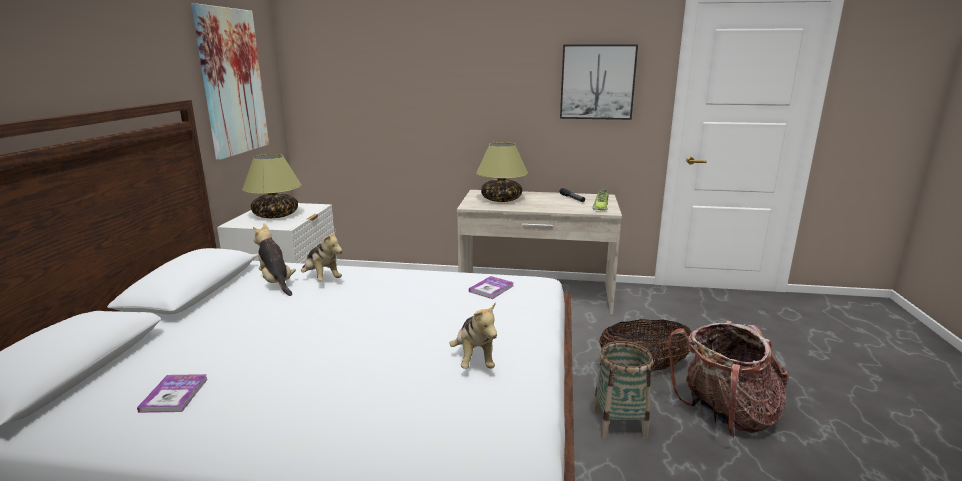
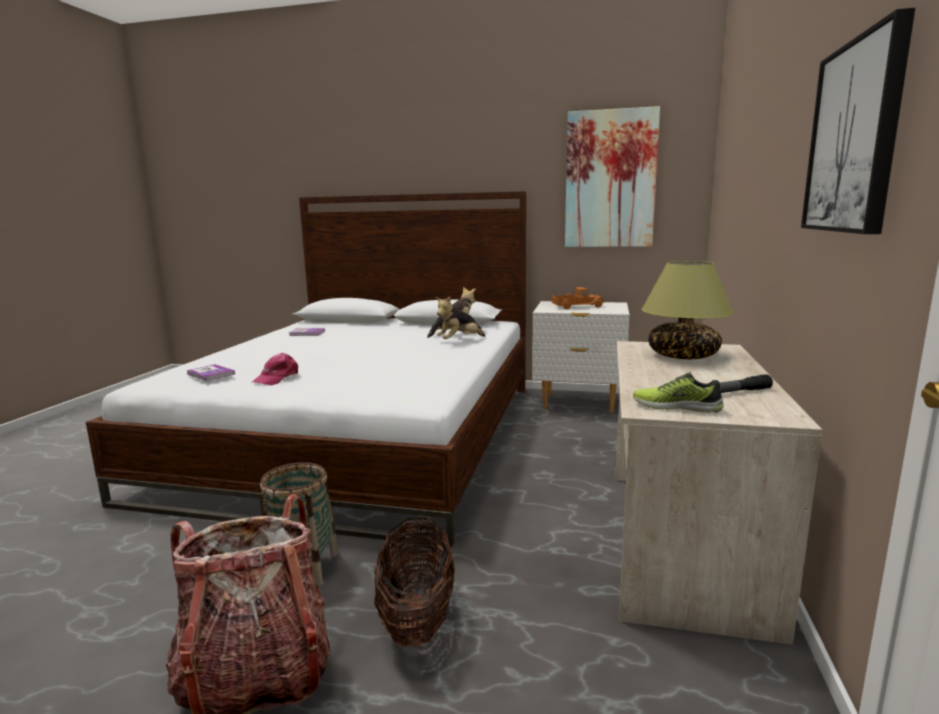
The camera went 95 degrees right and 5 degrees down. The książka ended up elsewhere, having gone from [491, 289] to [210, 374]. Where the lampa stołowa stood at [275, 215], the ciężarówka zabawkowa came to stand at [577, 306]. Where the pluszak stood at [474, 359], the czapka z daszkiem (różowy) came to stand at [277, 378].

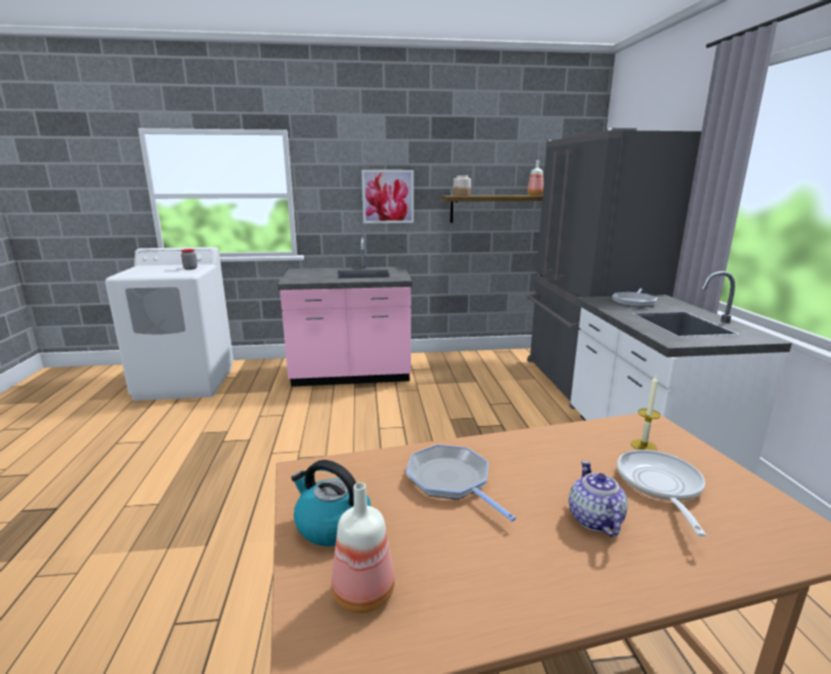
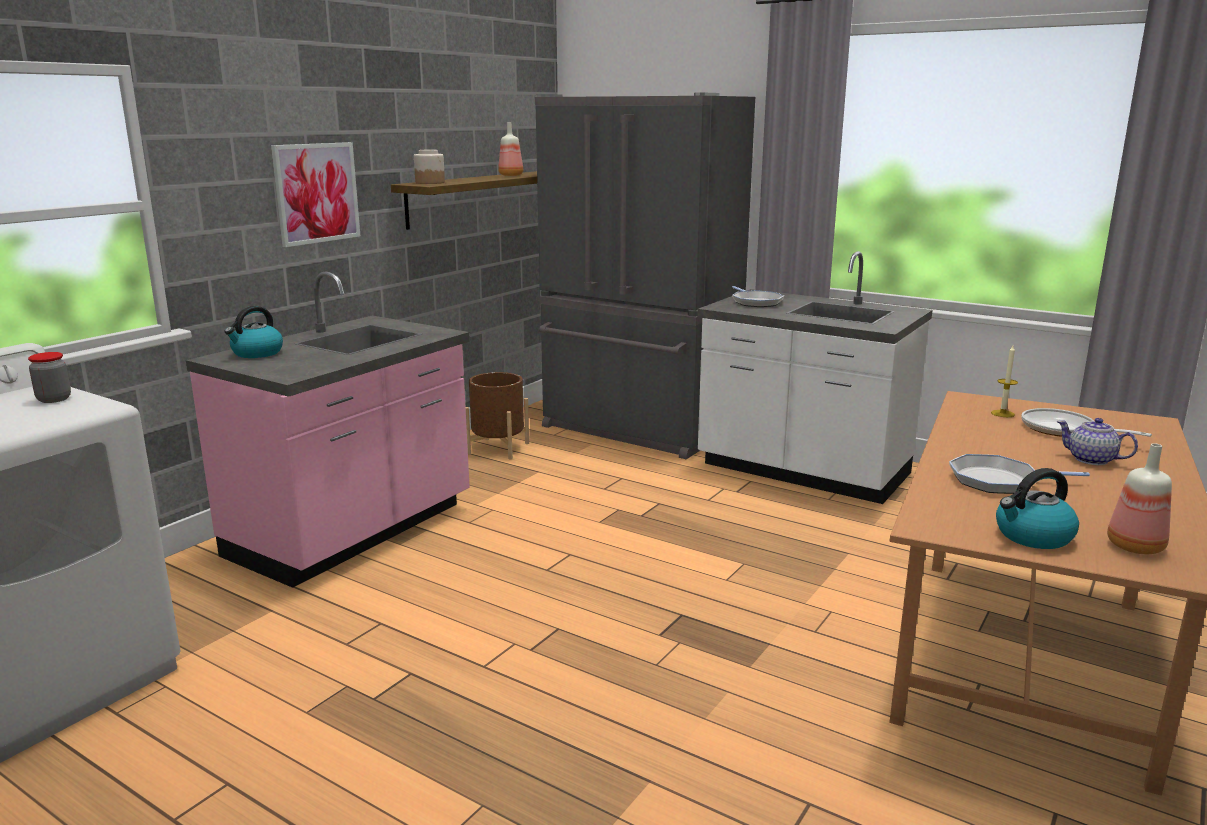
The camera went 50 degrees left and 0 degrees up. The second view gained the czajnik at [257, 353]. The second view gained the donica (brązowy) at [498, 448].

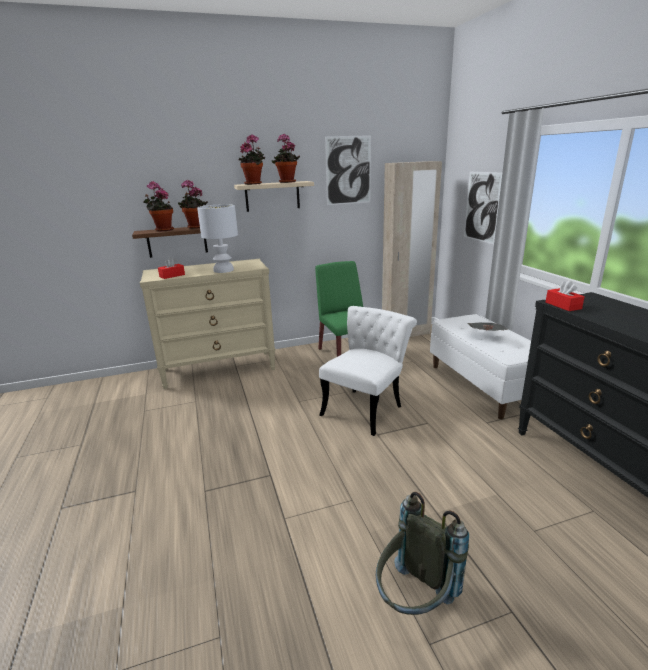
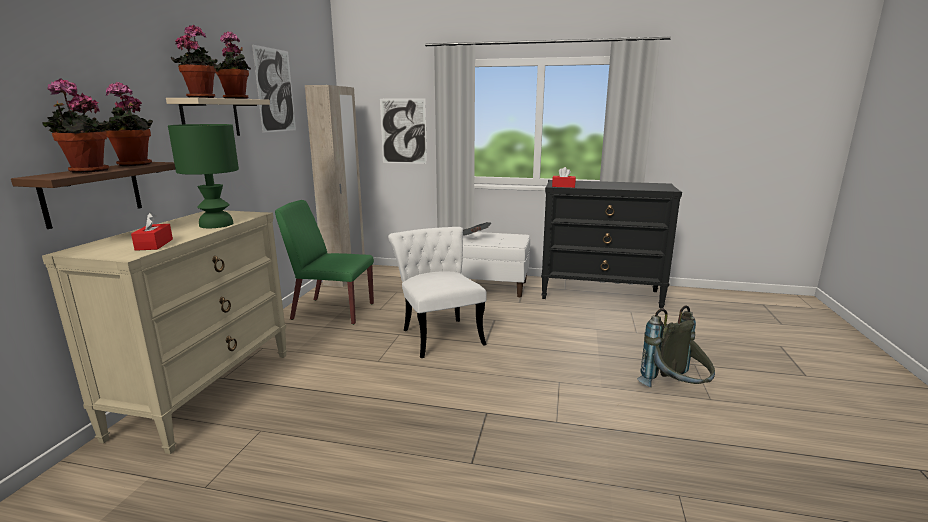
The camera went 60 degrees left and 5 degrees down. What was the lampa stołowa (biały) at [224, 270] turned into the lampa stołowa (zielony) at [216, 224].

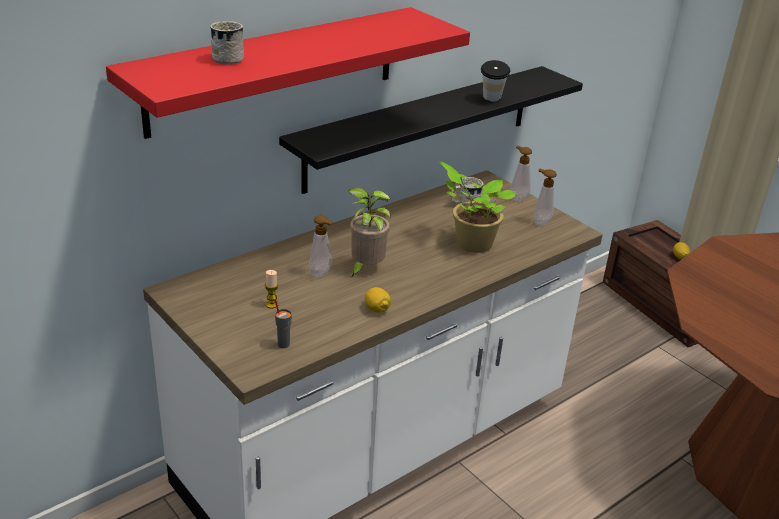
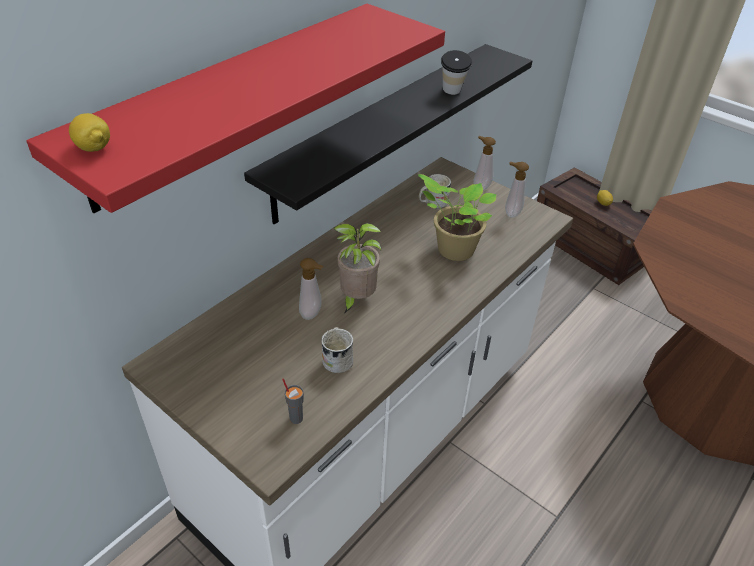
The camera went 10 degrees left and 10 degrees up. The second view lost the świeca at [272, 304]. The kubek (biały) ended up elsewhere, having gone from [230, 58] to [338, 358]. The cytryna ended up elsewhere, having gone from [377, 309] to [94, 148].

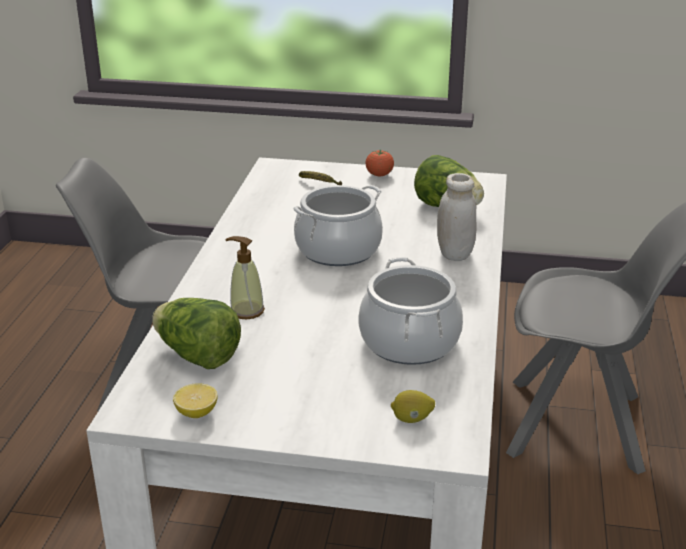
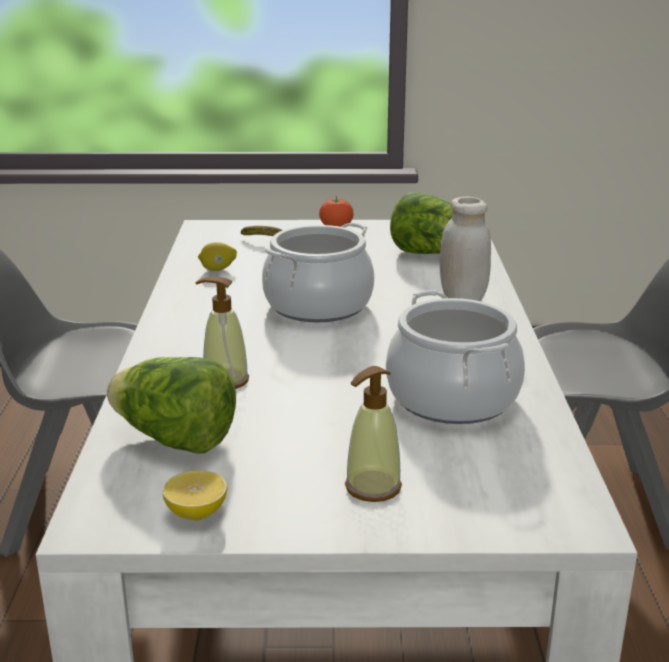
The camera went 10 degrees left and 5 degrees down. The second view gained the dozownik mydła at [372, 487]. The cytryna ended up elsewhere, having gone from [412, 419] to [218, 269].

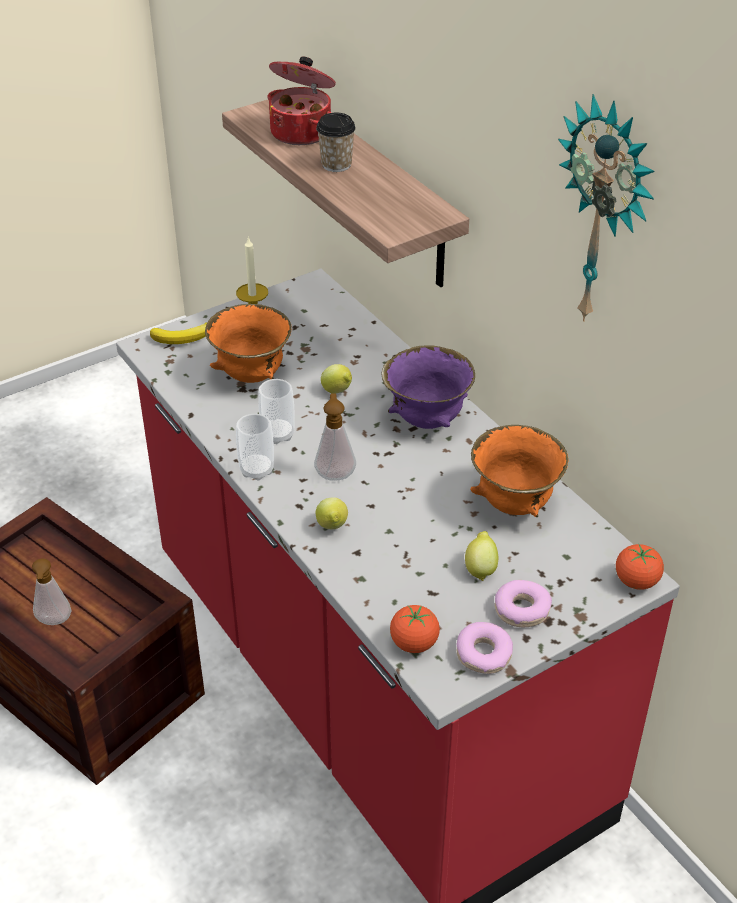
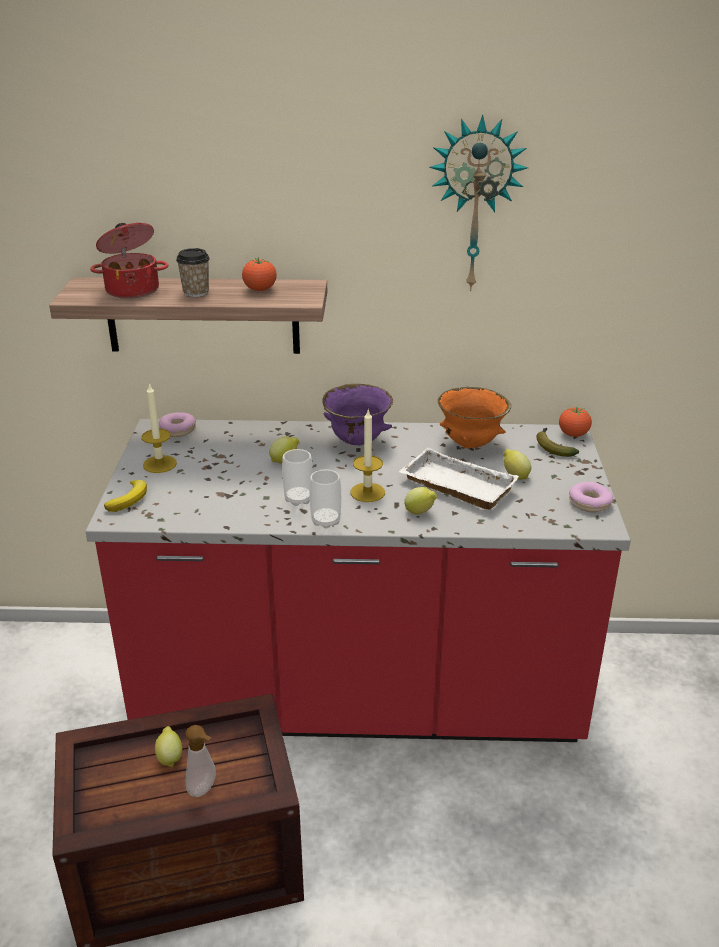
The camera went 55 degrees left and 10 degrees down. The second view lost the miska (pomarańczowy) at [251, 376]. The second view gained the cytryna at [170, 757]. The second view gained the taca (biały) at [454, 487]. The second view gained the banan at [553, 447]. The pomidor ended up elsewhere, having gone from [414, 643] to [260, 290]. The donut ended up elsewhere, having gone from [522, 610] to [178, 430]. Where the dozownik mydła stood at [335, 473], the świeca came to stand at [367, 492].

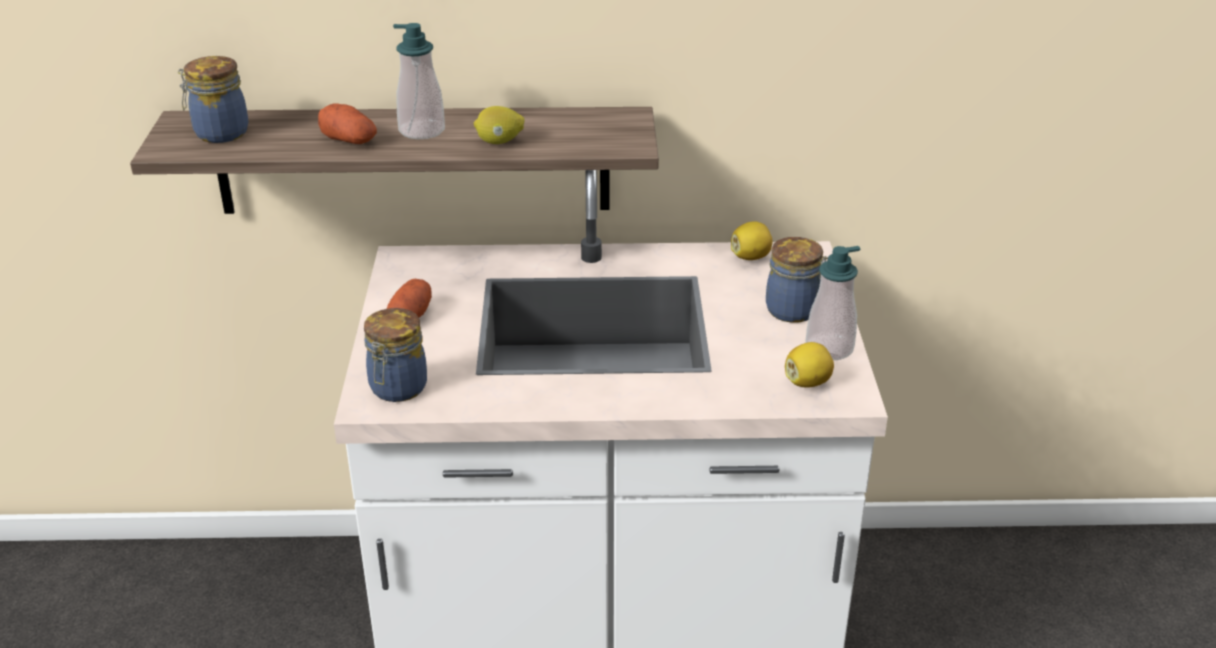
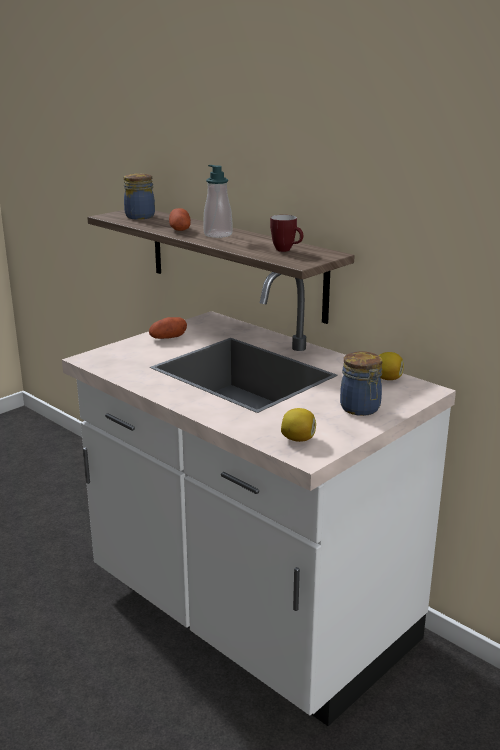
The camera went 45 degrees right and 10 degrees down. The second view lost the słoik at [397, 389]. The second view lost the cytryna at [499, 142]. The second view lost the dozownik mydła at [829, 348]. The second view gained the kubek at [287, 250].

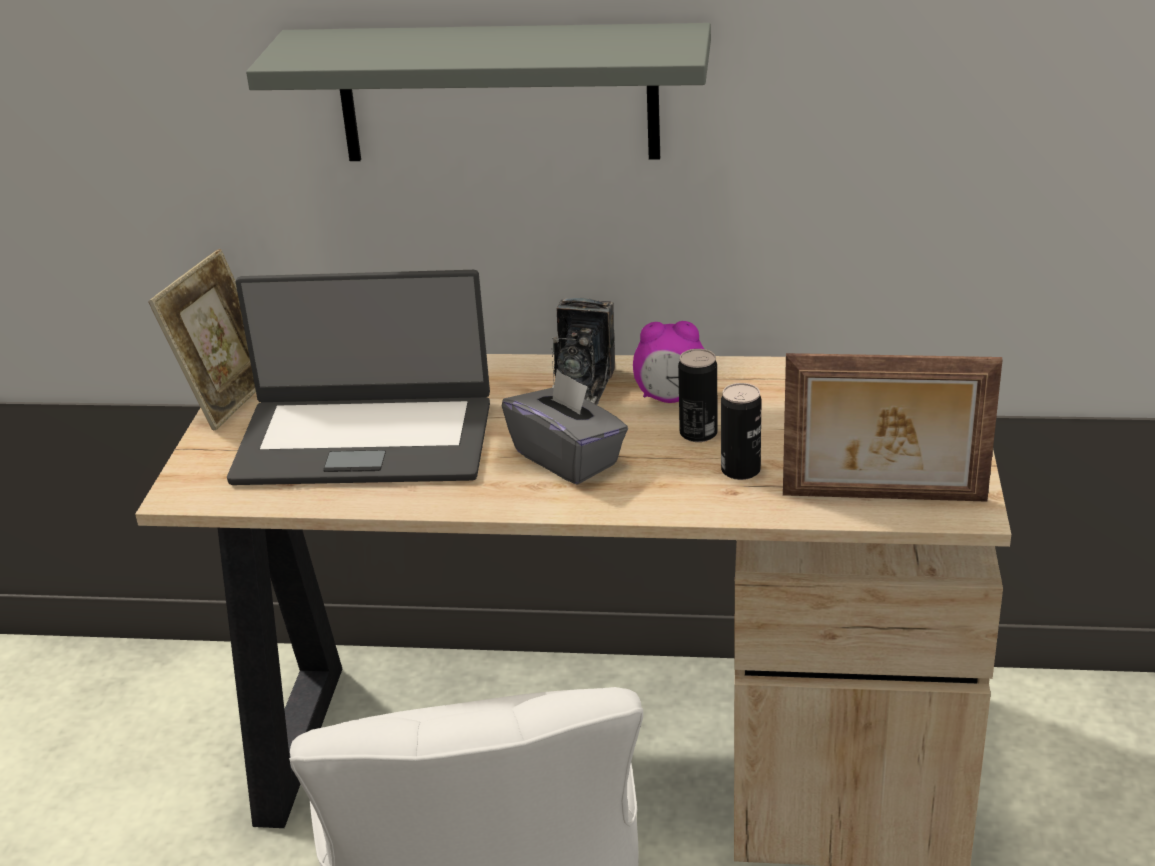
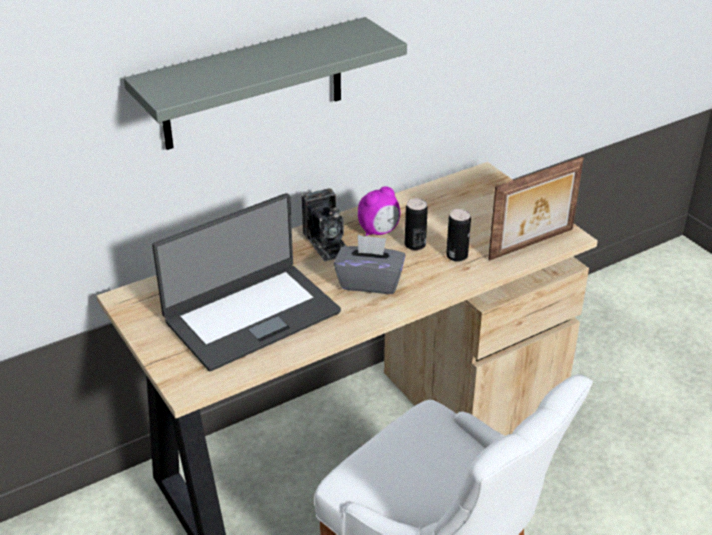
The camera went 40 degrees left and 5 degrees up. The second view lost the ramka na zdjęcie at [228, 397].

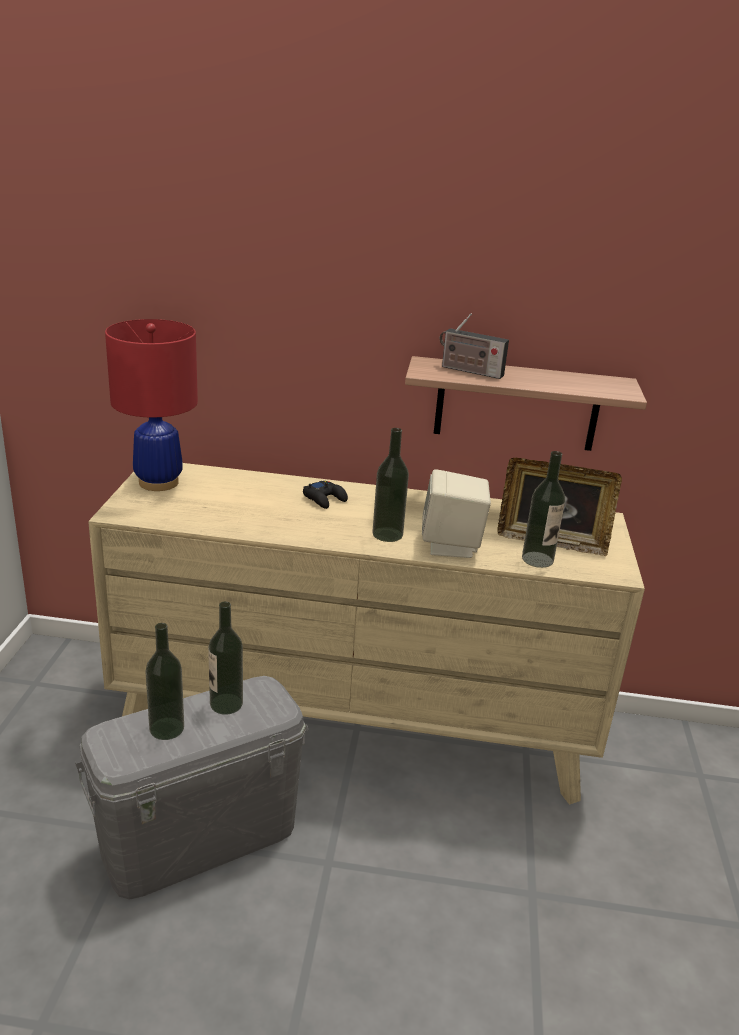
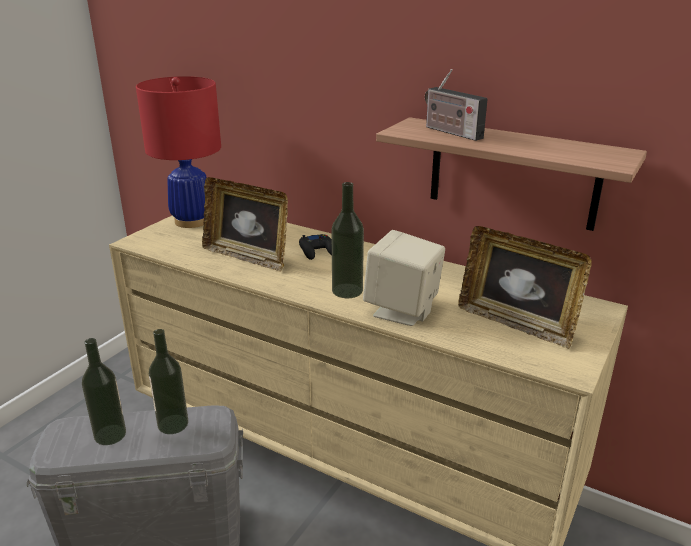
The camera went 25 degrees right and 0 degrees up. The second view lost the butelka at [537, 559]. The second view gained the ramka na zdjęcie at [247, 257].

